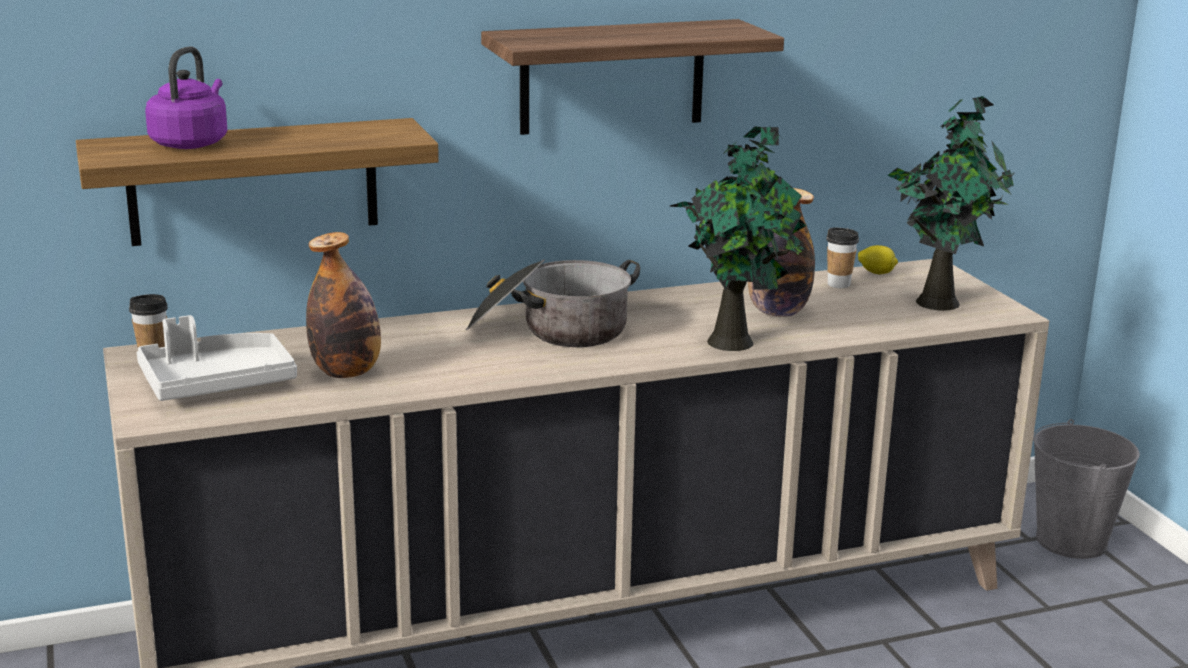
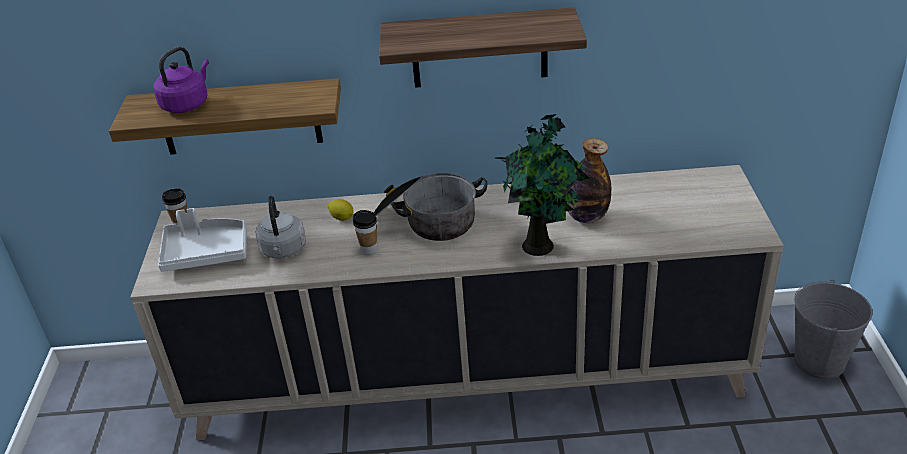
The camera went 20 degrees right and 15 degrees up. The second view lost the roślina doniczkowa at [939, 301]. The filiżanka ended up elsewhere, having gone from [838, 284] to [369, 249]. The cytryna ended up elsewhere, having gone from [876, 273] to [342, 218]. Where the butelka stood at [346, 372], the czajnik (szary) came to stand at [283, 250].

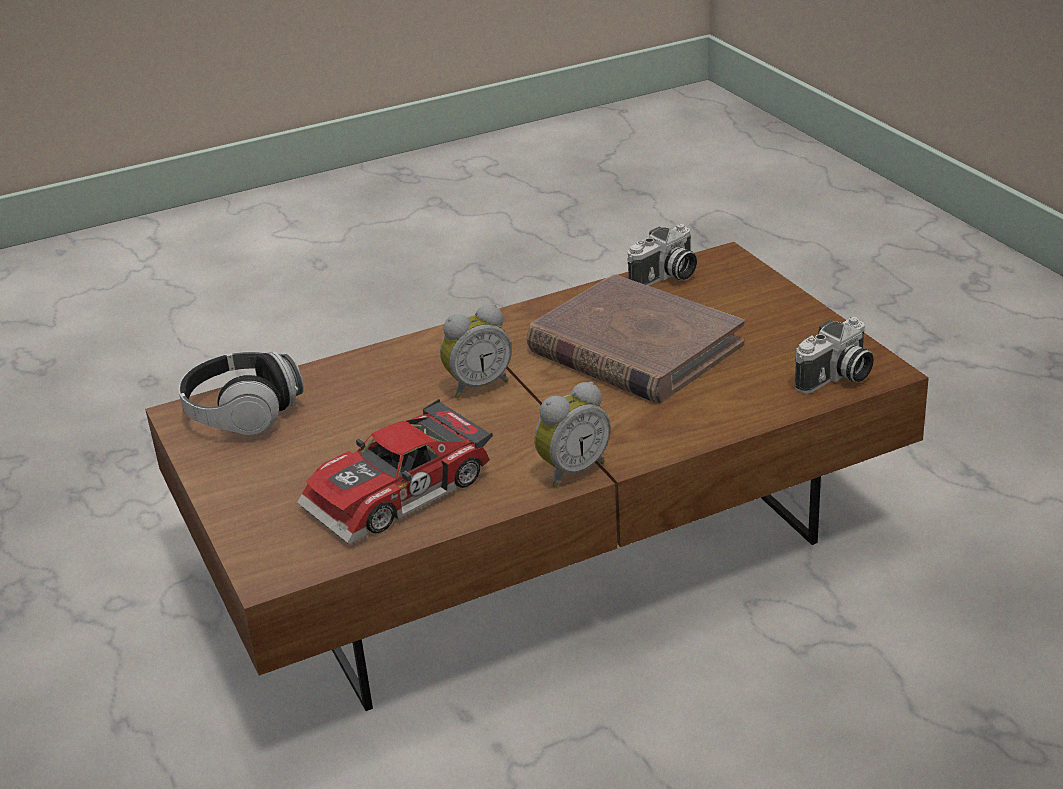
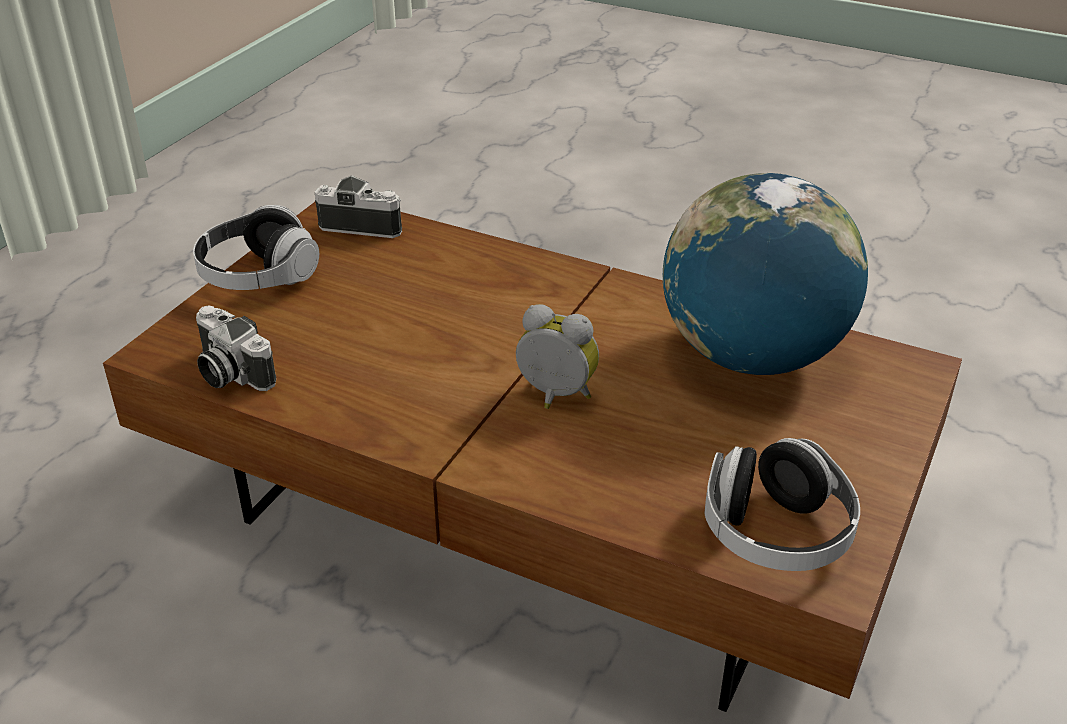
The camera went 130 degrees left and 5 degrees up. The second view lost the książka (brązowy) at [633, 348]. The second view lost the budzik at [571, 470]. The second view gained the słuchawki at [259, 276]. Where the samochodzik stood at [401, 493], the globus came to stand at [752, 356]. The aparat fotograficzny at [665, 278] ended up facing another way, 150 degrees counterclockwise from before.

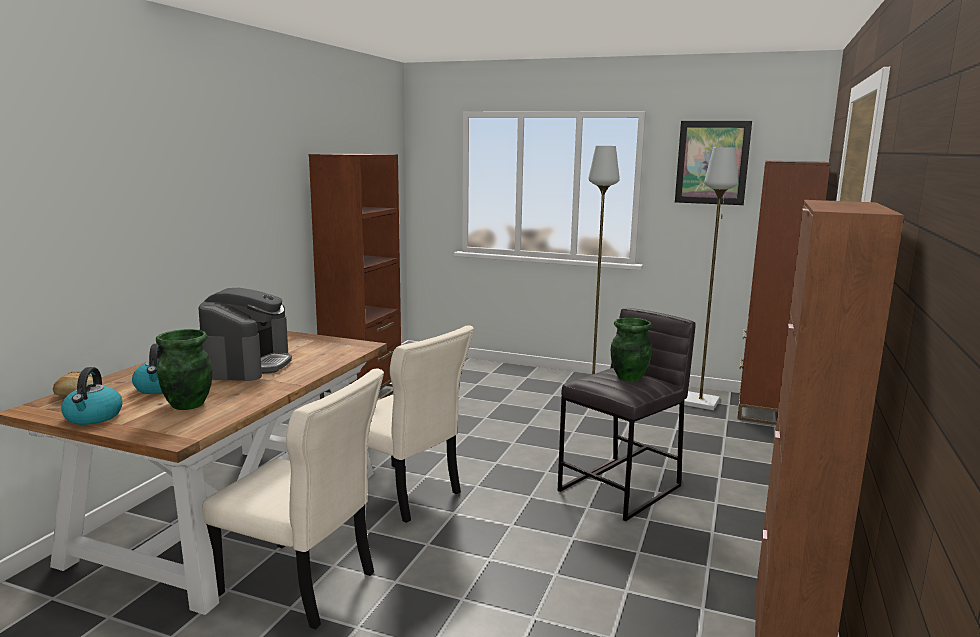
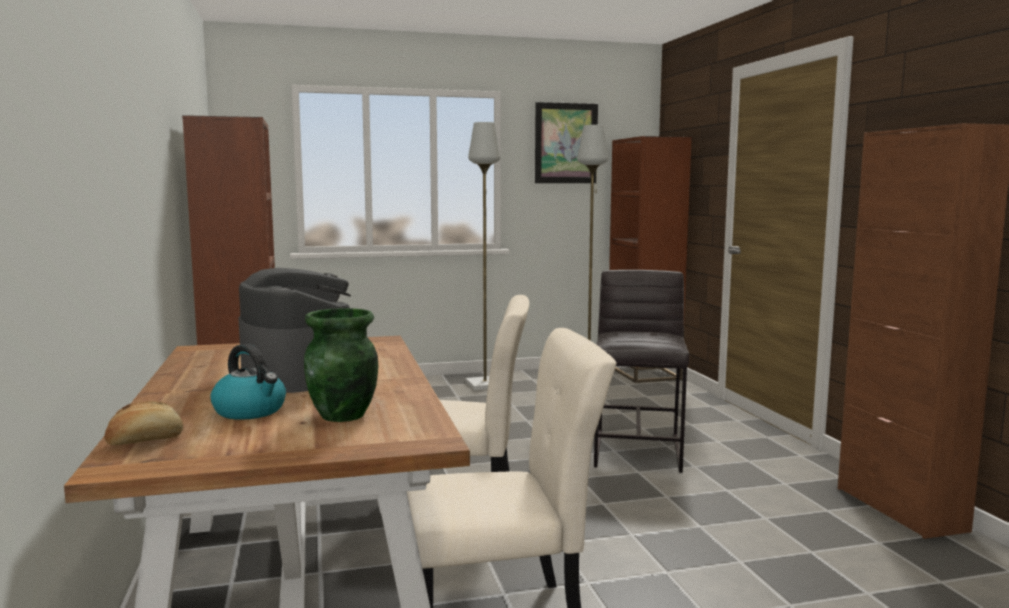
The camera went 35 degrees left and 5 degrees down. The second view lost the czajnik at [93, 417]. The second view lost the wazon (zielony) at [628, 377].

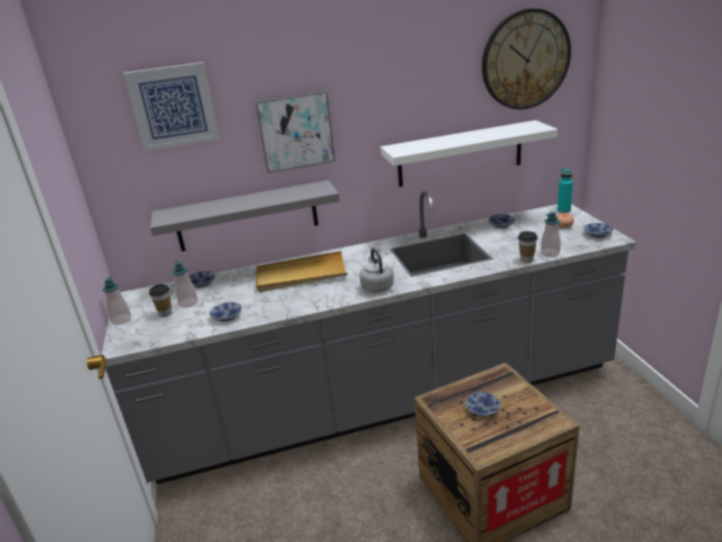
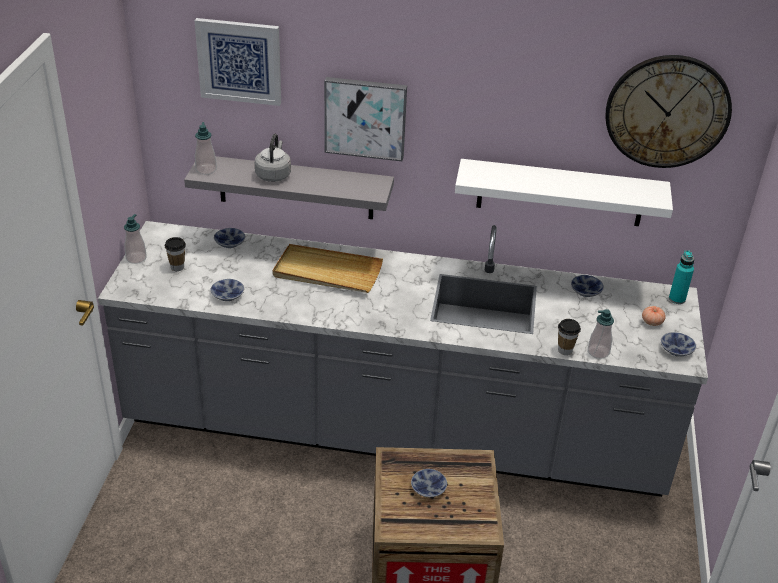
The camera went 20 degrees right and 10 degrees up. The dozownik mydła ended up elsewhere, having gone from [188, 303] to [206, 169]. The czajnik (szary) ended up elsewhere, having gone from [376, 286] to [273, 174].

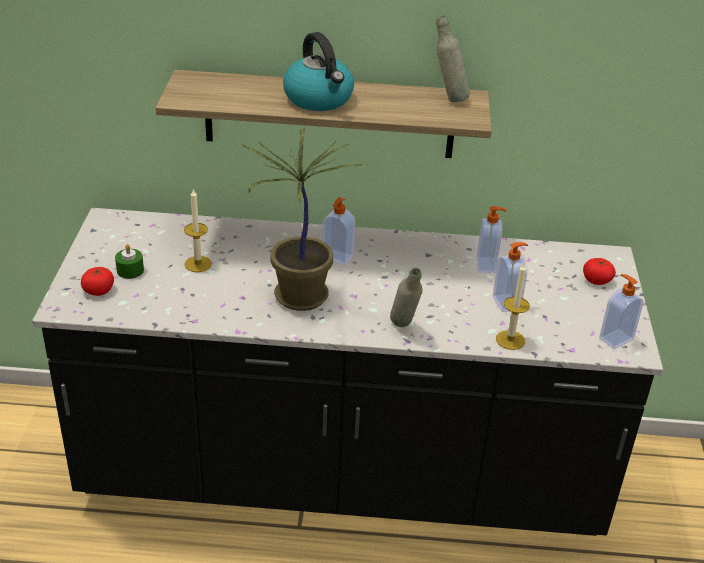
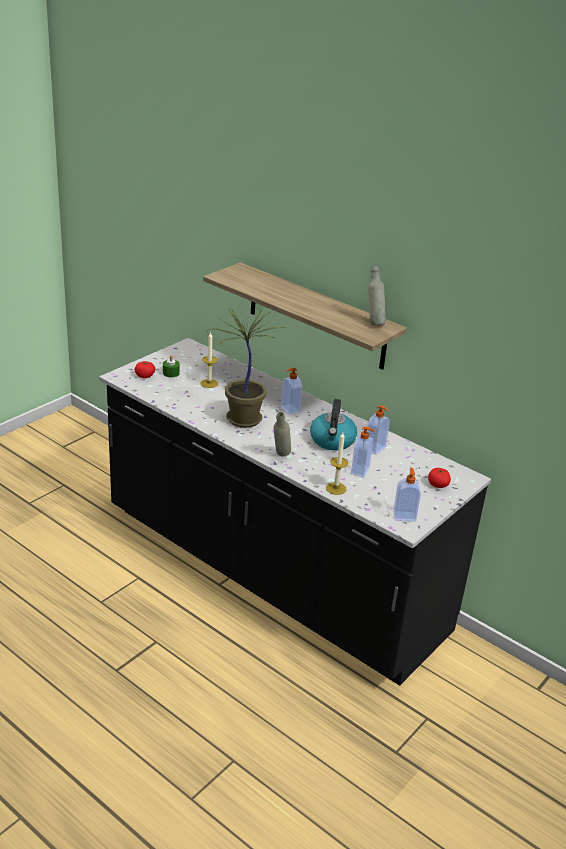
The camera went 35 degrees right and 5 degrees down. The czajnik ended up elsewhere, having gone from [319, 99] to [332, 441].

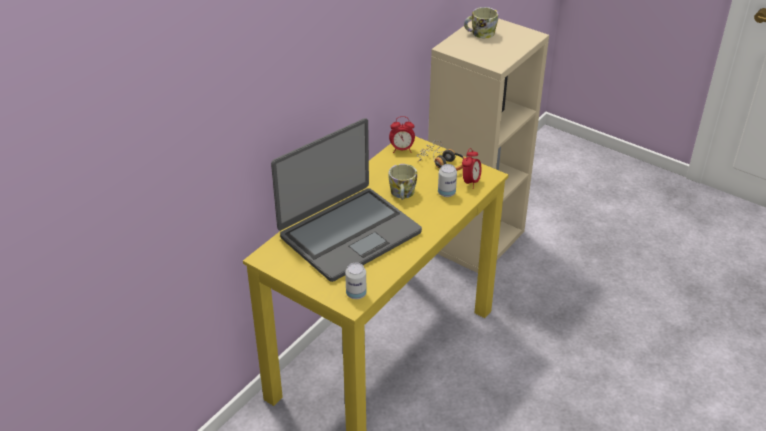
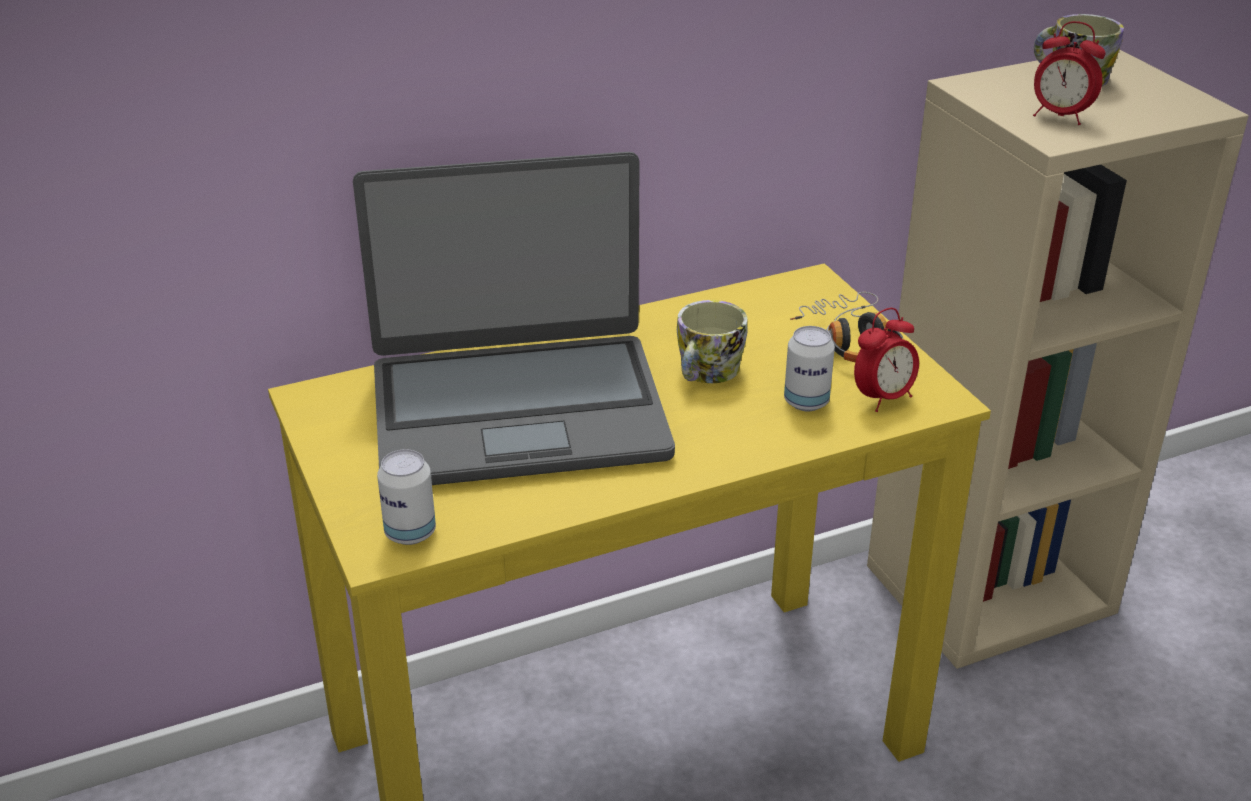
The camera went 30 degrees right and 5 degrees down. The budzik ended up elsewhere, having gone from [402, 149] to [1060, 116].

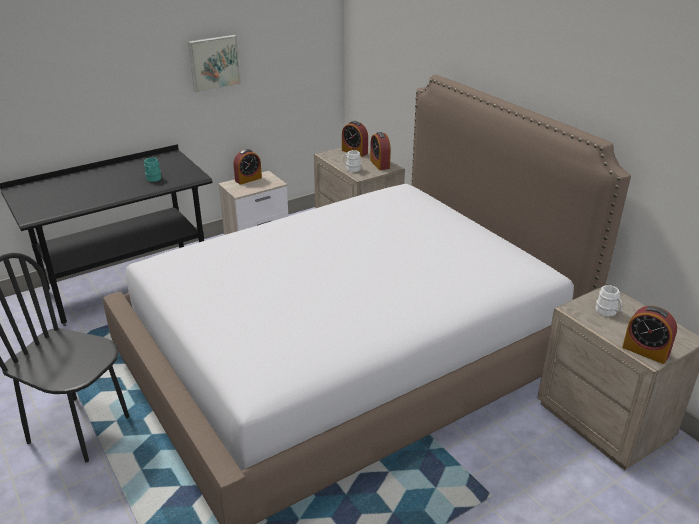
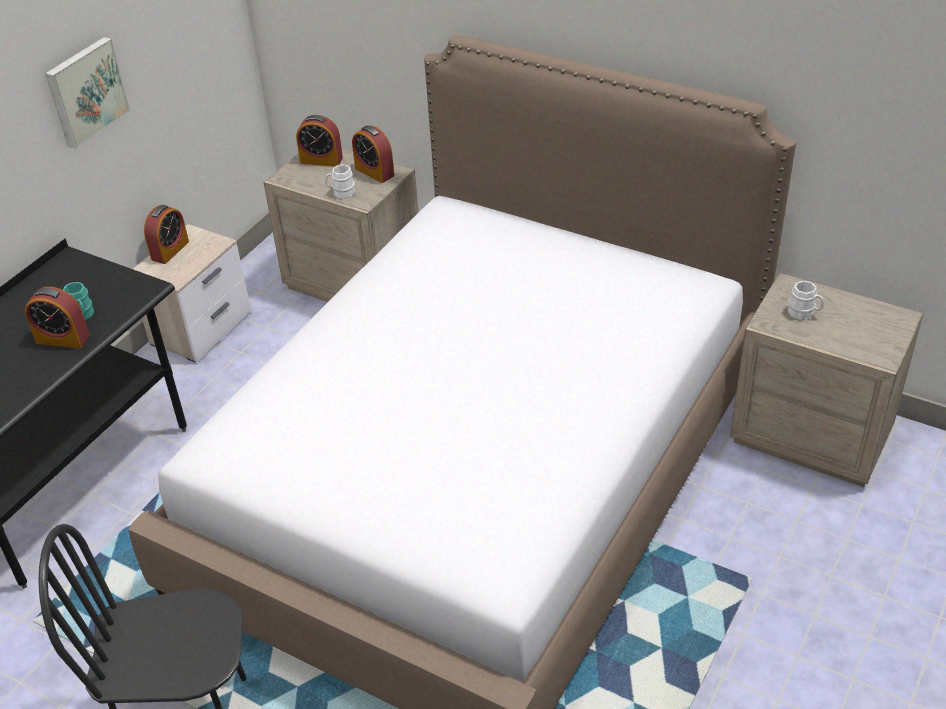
The camera went 25 degrees left and 10 degrees up. The budzik ended up elsewhere, having gone from [645, 351] to [63, 339].

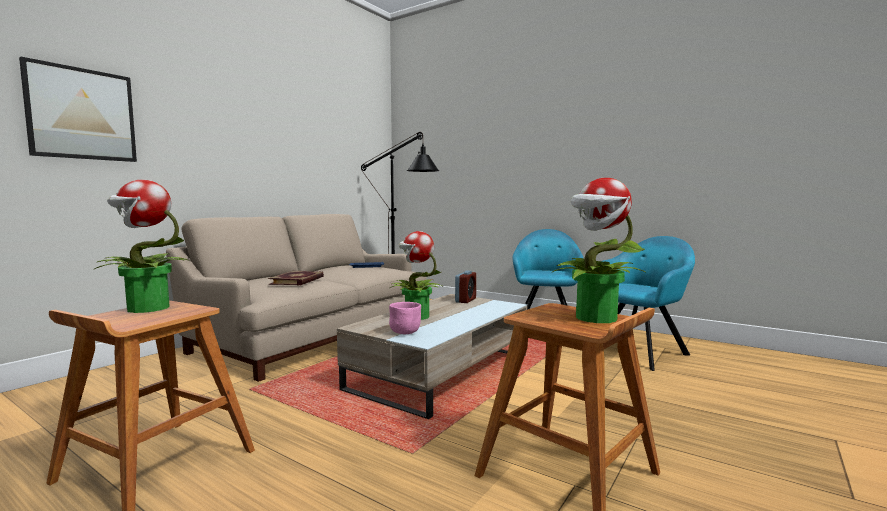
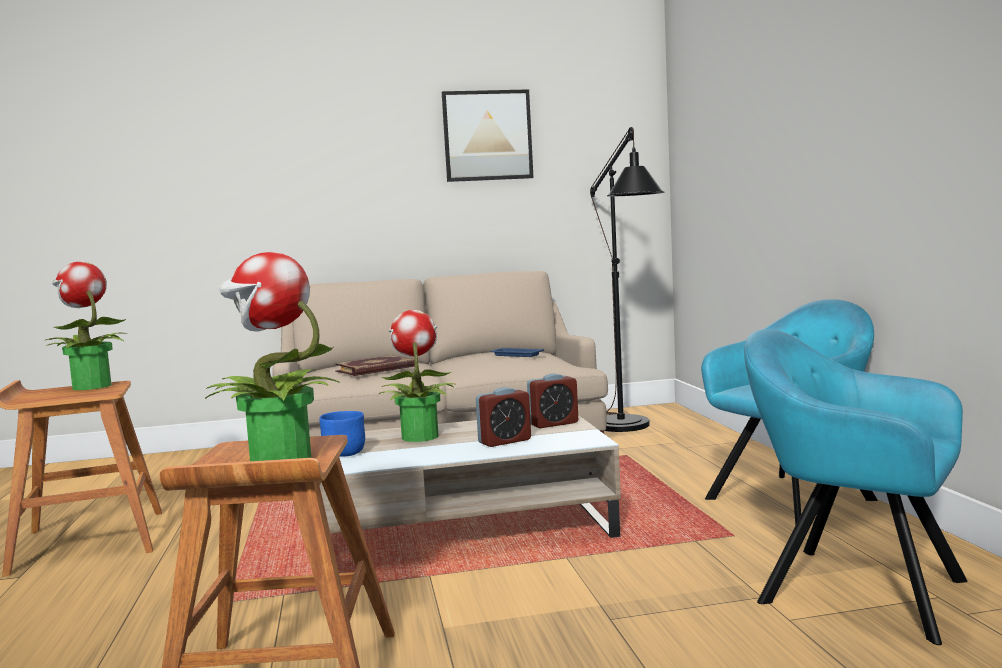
The camera went 45 degrees right and 0 degrees up. The second view gained the budzik at [504, 441]. The obraz ended up elsewhere, having gone from [82, 114] to [487, 135]. What was the miska (różowy) at [405, 333] turned into the miska (niebieski) at [344, 454]. The fotel (turkusowy) at [641, 352] ended up facing another way, 150 degrees counterclockwise from before.

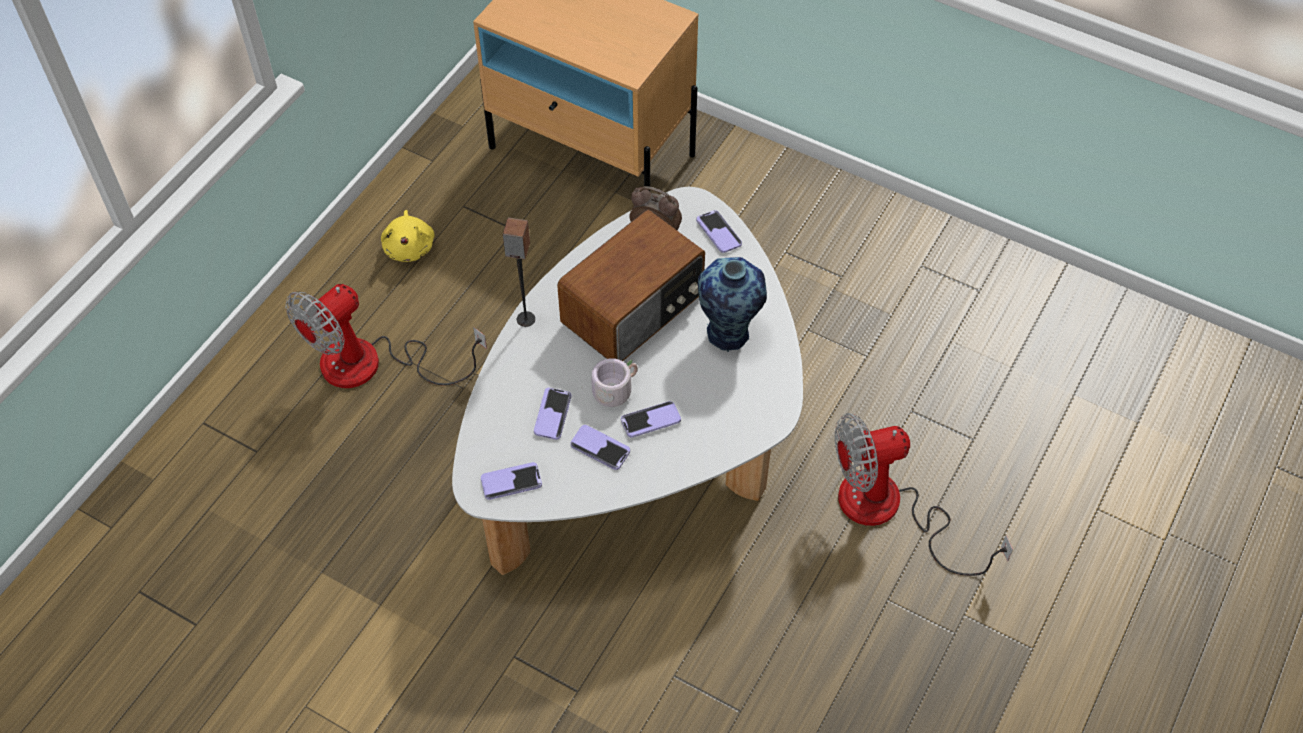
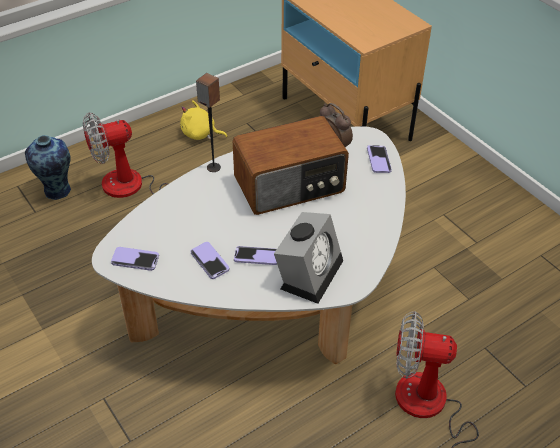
The camera went 25 degrees right and 10 degrees down. The second view lost the telefon at [552, 414]. The second view lost the kubek (szary) at [614, 388]. The second view gained the budzik at [309, 271]. The wazon ended up elsewhere, having gone from [728, 335] to [57, 191]. The pluszak (żółty) at [409, 247] ended up facing another way, 90 degrees clockwise from before.

